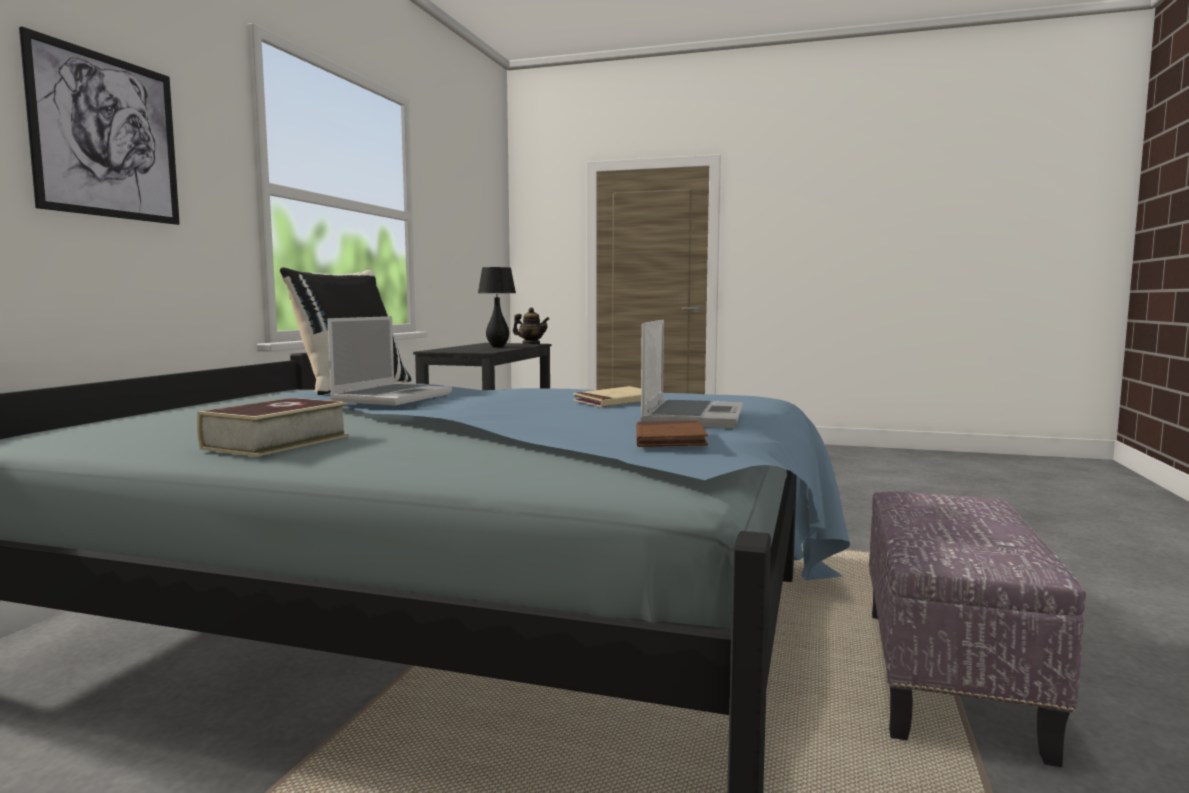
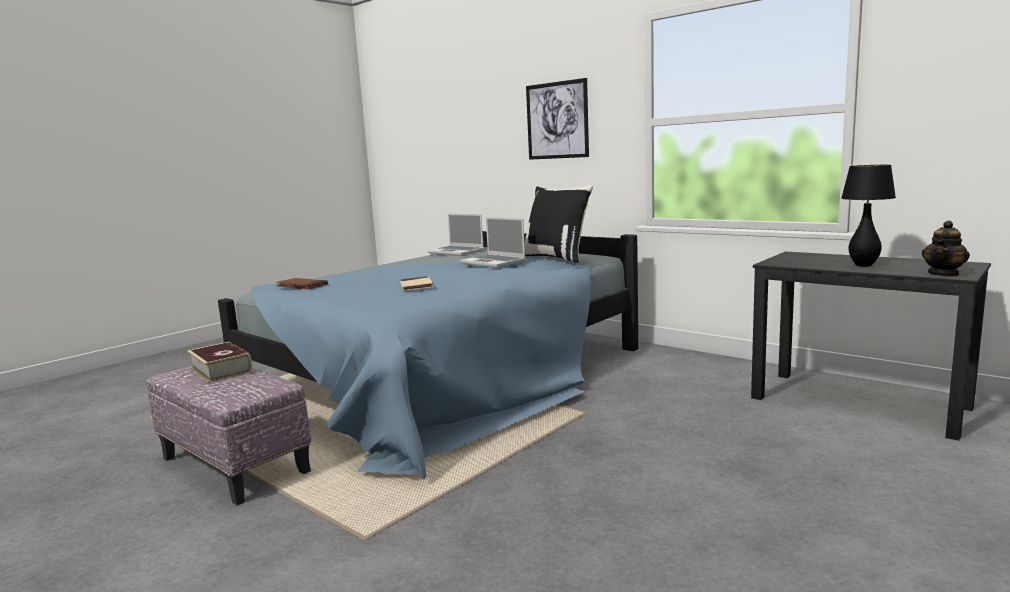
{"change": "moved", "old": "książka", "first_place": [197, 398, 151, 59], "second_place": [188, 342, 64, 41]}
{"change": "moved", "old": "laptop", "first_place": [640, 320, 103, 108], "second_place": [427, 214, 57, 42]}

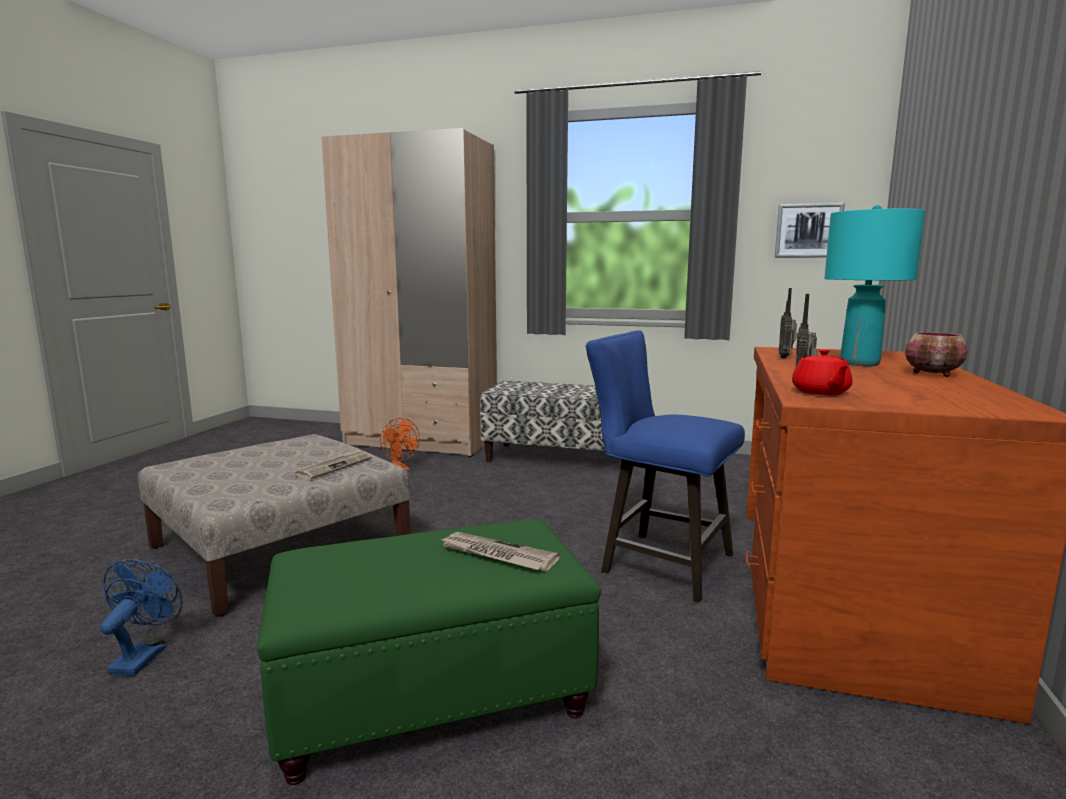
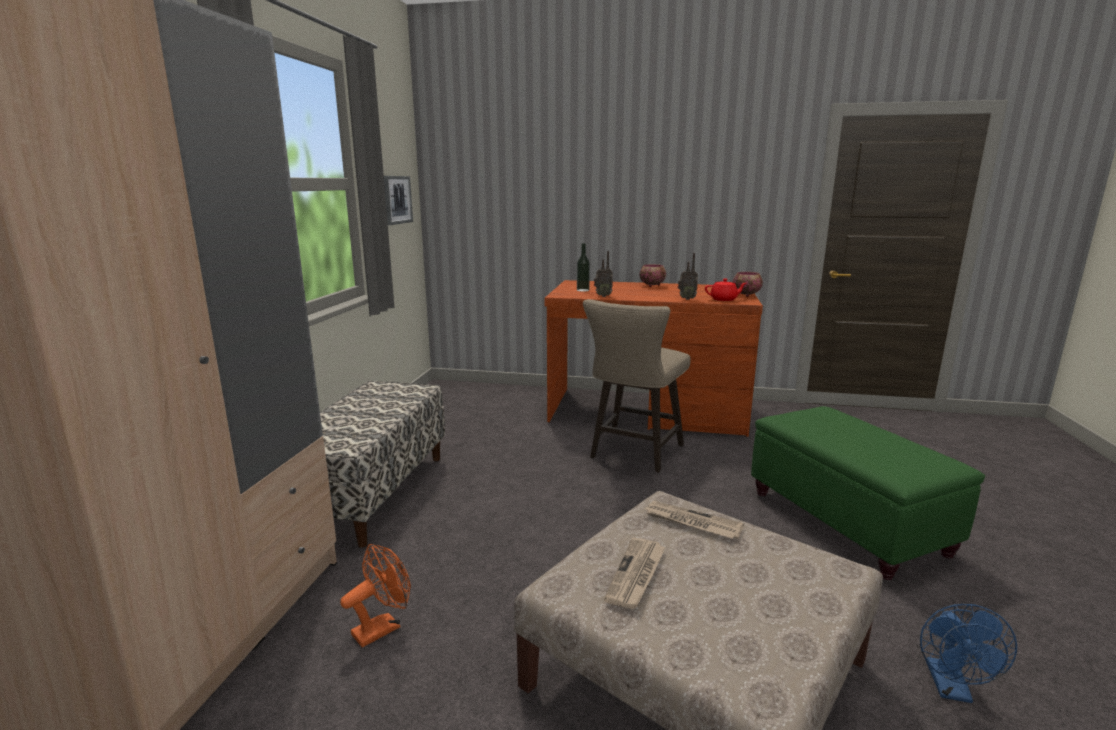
{"change": "removed", "old": "lampa stołowa [turkusowy]", "first_place": [824, 205, 101, 161]}
{"change": "added", "new": "butelka", "second_place": [577, 243, 13, 49]}
{"change": "added", "new": "miska", "second_place": [733, 272, 30, 25]}
{"change": "moved", "old": "gazeta", "first_place": [439, 532, 121, 39], "second_place": [604, 538, 62, 71]}
{"change": "recoloured", "old": "stołek [niebieski]", "new": "stołek [beżowy]", "first_place": [586, 330, 159, 272], "second_place": [583, 299, 108, 173]}
{"change": "turned", "old": "wentylator [niebieski]", "first_place": [100, 559, 83, 116], "second_place": [920, 604, 97, 99], "degrees": -75}

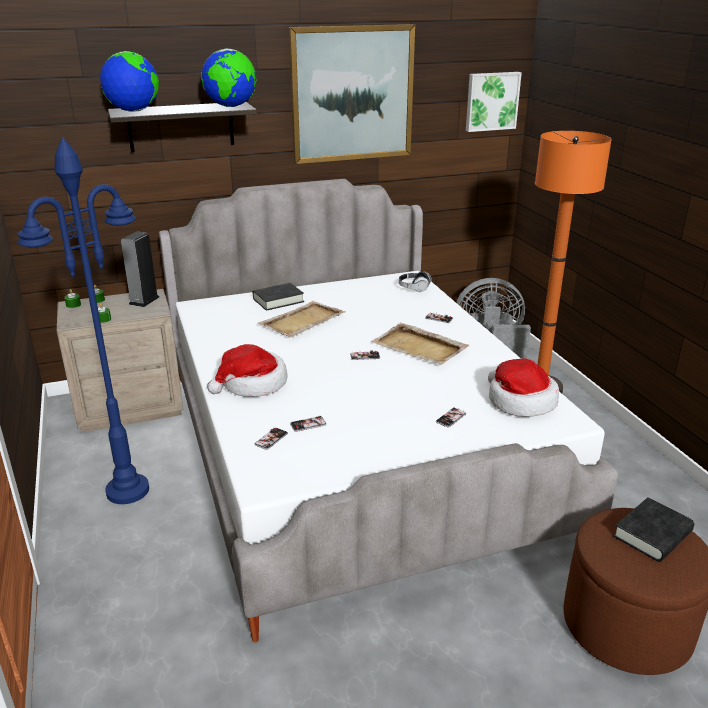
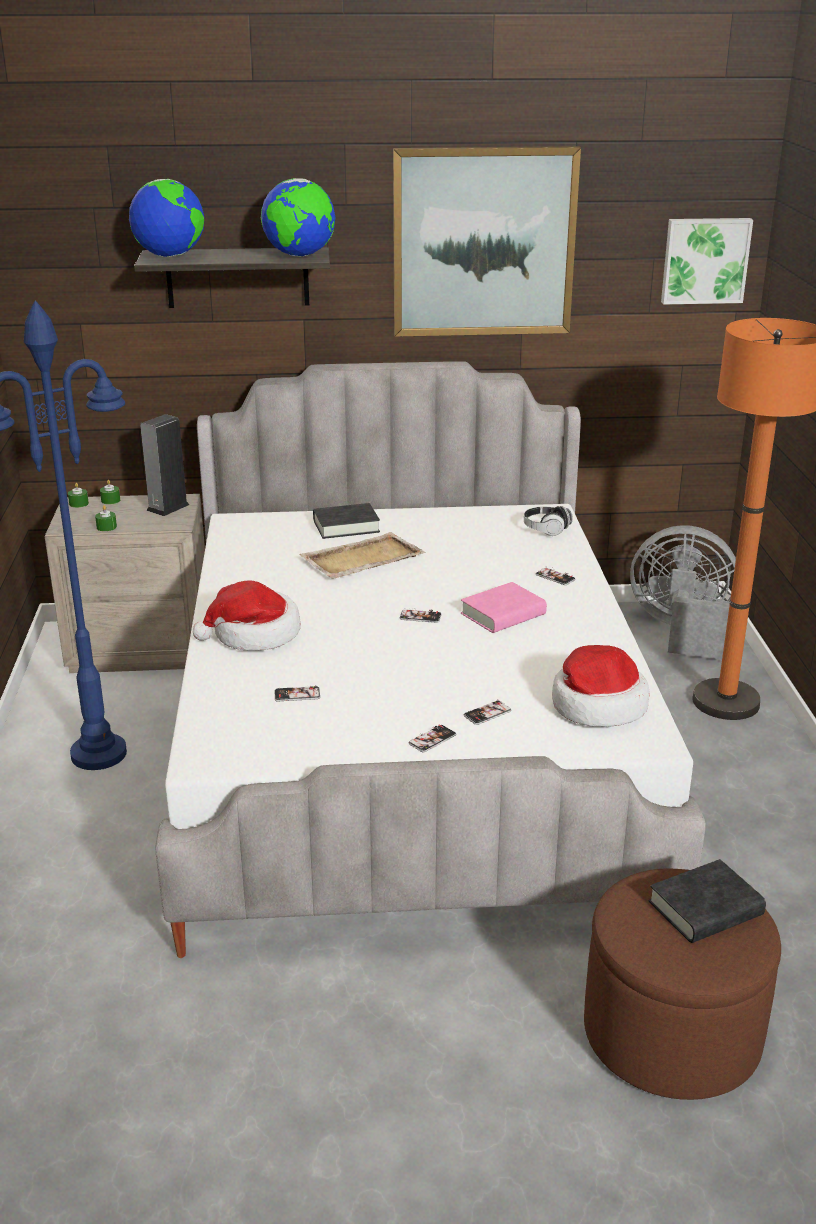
{"change": "moved", "old": "telefon", "first_place": [255, 428, 33, 22], "second_place": [409, 725, 47, 27]}
{"change": "replaced", "old": "taca [beżowy]", "new": "książka [różowy]", "first_place": [371, 323, 98, 42], "second_place": [461, 582, 86, 51]}

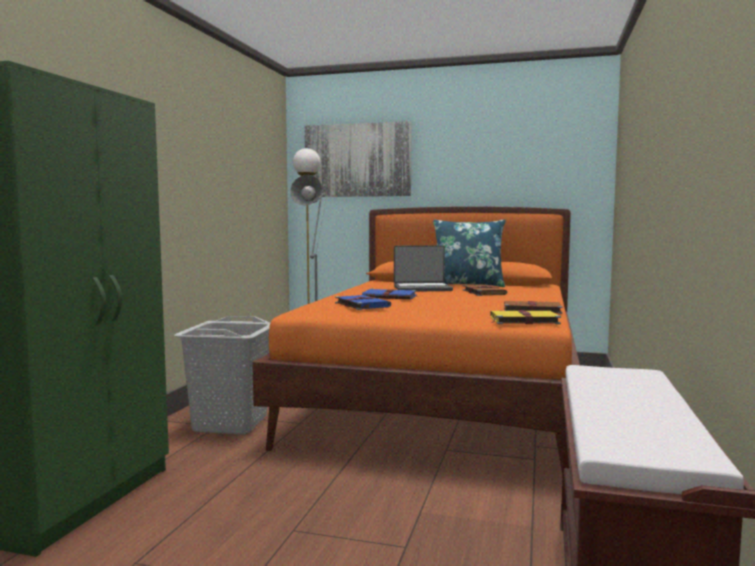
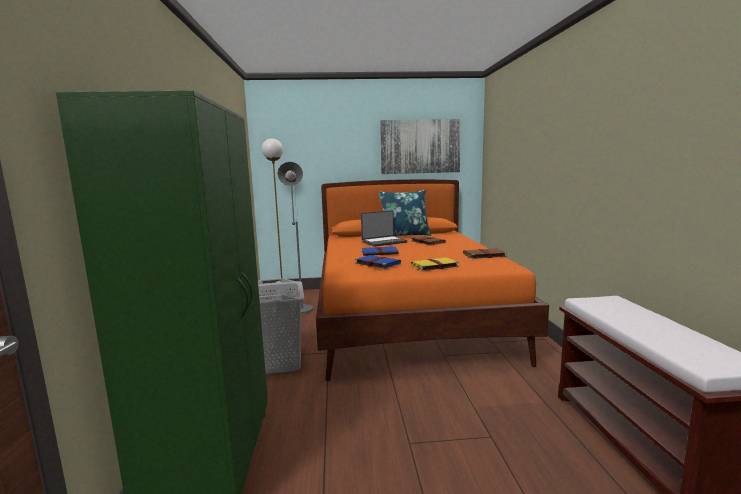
{"change": "moved", "old": "obraz", "first_place": [304, 121, 108, 76], "second_place": [380, 119, 81, 55]}
{"change": "moved", "old": "książka [żółty]", "first_place": [490, 310, 71, 14], "second_place": [411, 257, 48, 14]}

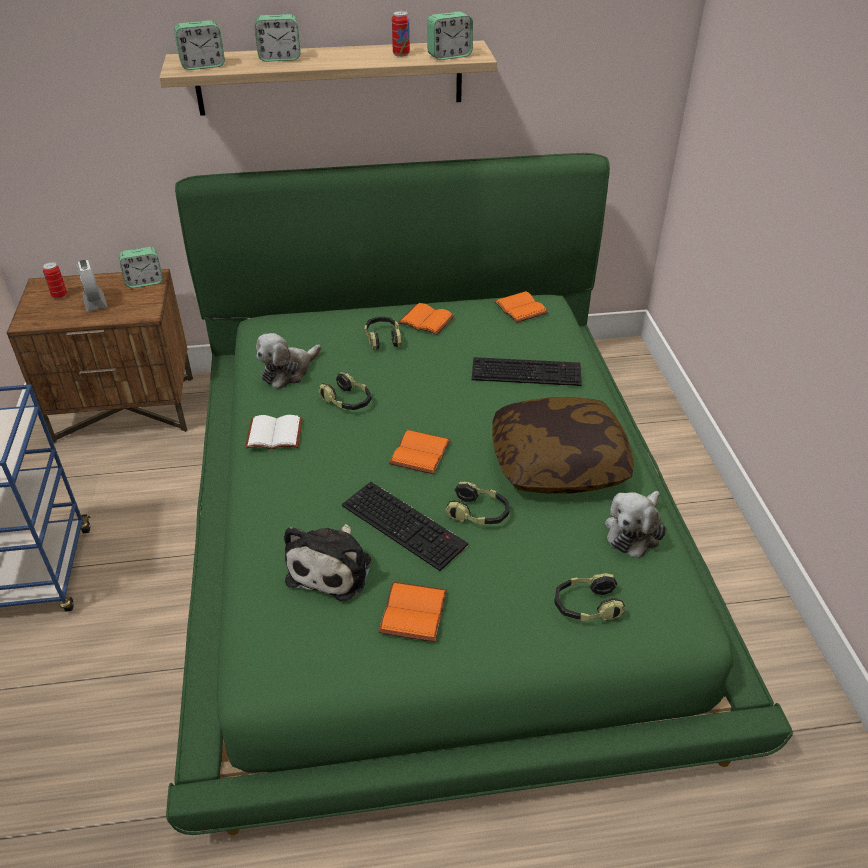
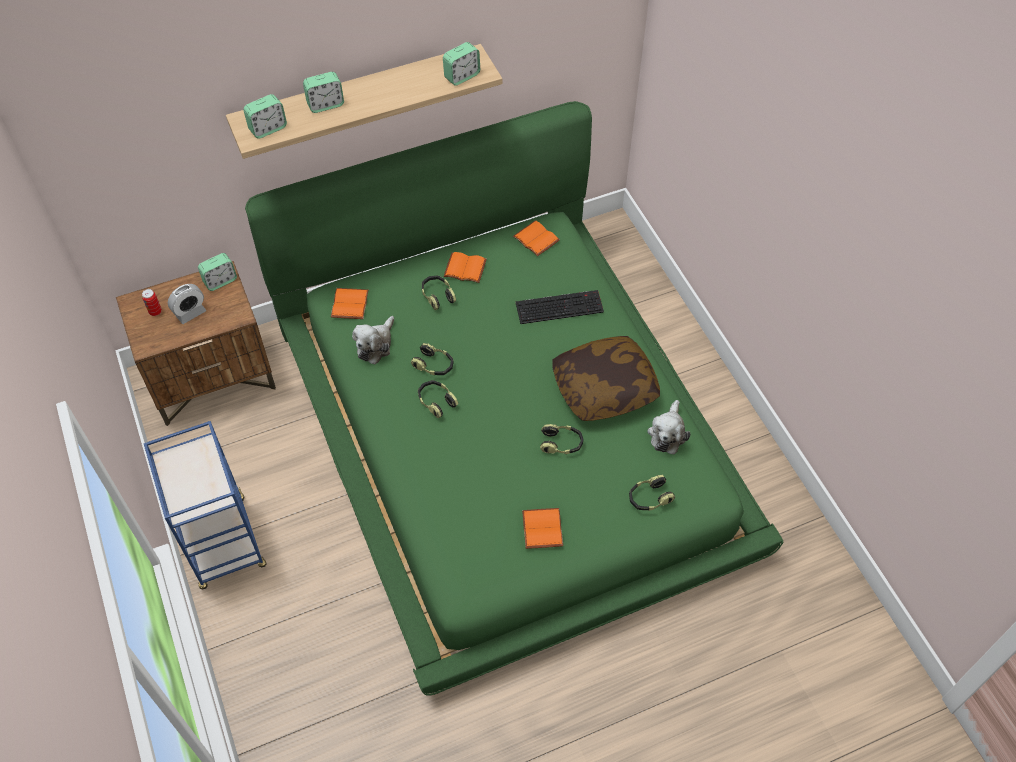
{"change": "removed", "old": "książka [biały]", "first_place": [245, 415, 58, 34]}
{"change": "removed", "old": "pluszak", "first_place": [284, 524, 87, 77]}
{"change": "removed", "old": "klawiatura", "first_place": [342, 482, 126, 89]}
{"change": "removed", "old": "puszka", "first_place": [392, 11, 18, 46]}
{"change": "added", "new": "słuchawki", "second_place": [418, 380, 40, 38]}
{"change": "moved", "old": "książka [pomarańczowy]", "first_place": [389, 430, 62, 44], "second_place": [331, 288, 38, 31]}
{"change": "turned", "old": "budzik", "first_place": [77, 260, 31, 51], "second_place": [168, 284, 38, 40], "degrees": -90}

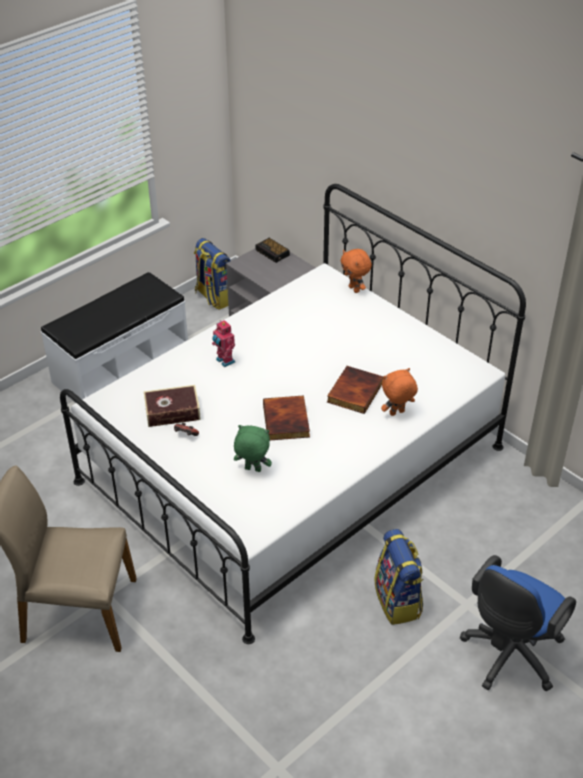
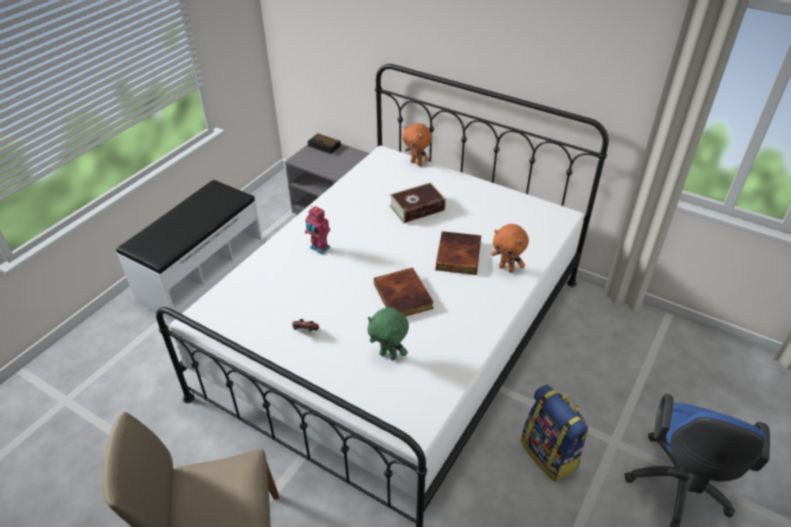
{"change": "removed", "old": "plecak", "first_place": [194, 238, 37, 72]}
{"change": "moved", "old": "książka", "first_place": [144, 385, 57, 42], "second_place": [389, 182, 57, 41]}
{"change": "turned", "old": "pluszak [zielony]", "first_place": [234, 425, 38, 47], "second_place": [367, 307, 42, 53], "degrees": -150}
{"change": "turned", "old": "pluszak [pomarańczowy]", "first_place": [381, 368, 37, 48], "second_place": [491, 224, 38, 48], "degrees": -105}

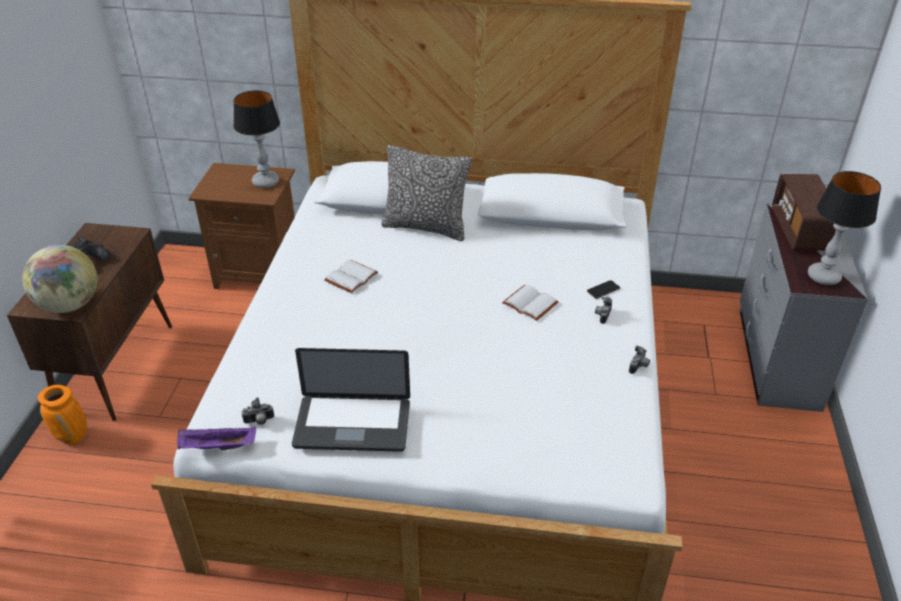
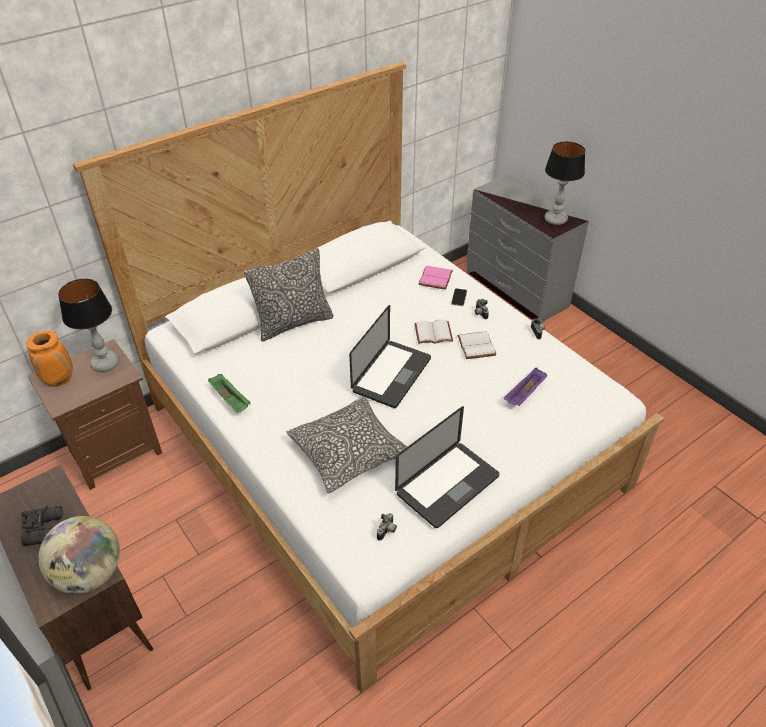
{"change": "removed", "old": "radio", "first_place": [772, 174, 64, 77]}
{"change": "added", "new": "taca [zielony]", "second_place": [208, 374, 42, 39]}
{"change": "added", "new": "poduszka", "second_place": [287, 396, 120, 97]}
{"change": "added", "new": "laptop", "second_place": [349, 305, 82, 103]}
{"change": "added", "new": "książka [różowy]", "second_place": [418, 266, 35, 24]}
{"change": "moved", "old": "wazon [pomarańczowy]", "first_place": [38, 385, 49, 59], "second_place": [26, 331, 47, 56]}
{"change": "moved", "old": "taca [fioletowy]", "first_place": [177, 427, 79, 23], "second_place": [504, 367, 43, 39]}
{"change": "moved", "old": "książka [biały]", "first_place": [324, 260, 54, 33], "second_place": [457, 331, 39, 28]}

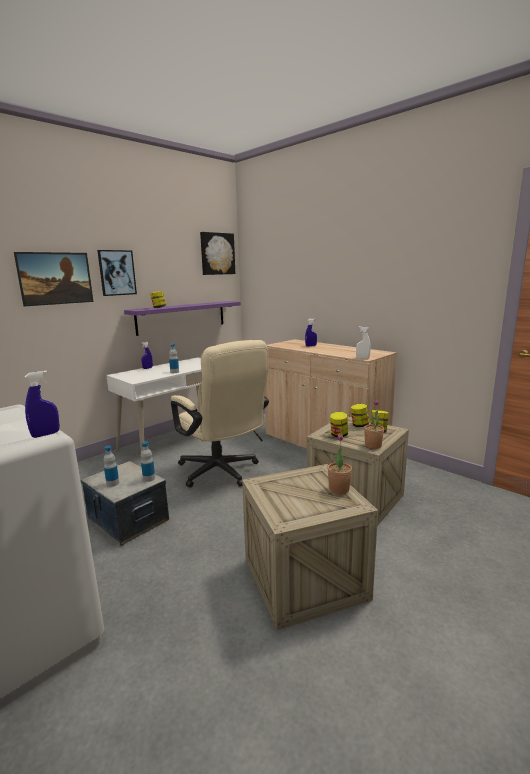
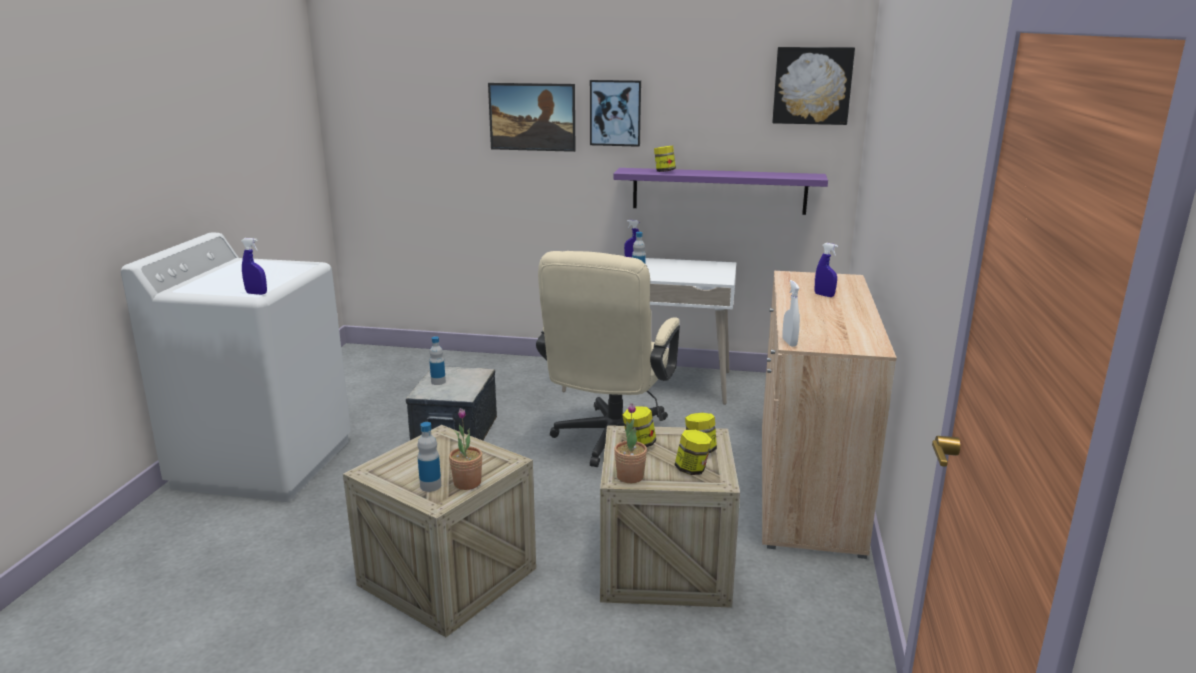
{"change": "moved", "old": "butelka", "first_place": [141, 441, 14, 41], "second_place": [418, 422, 23, 70]}

